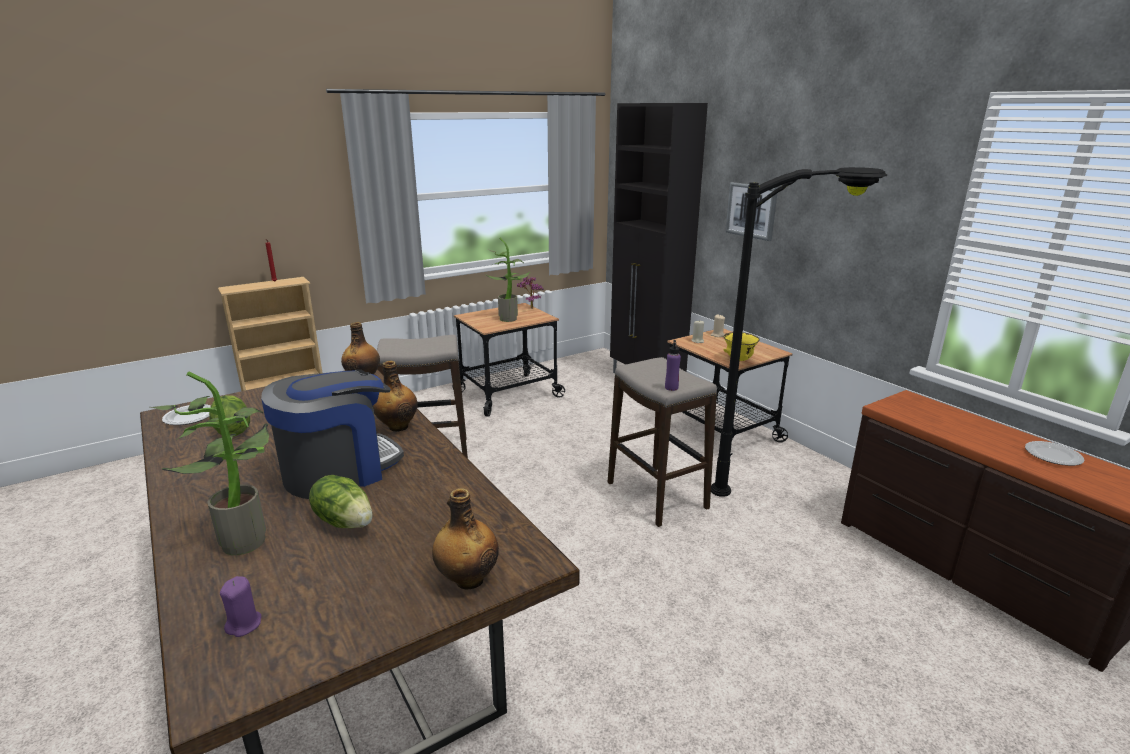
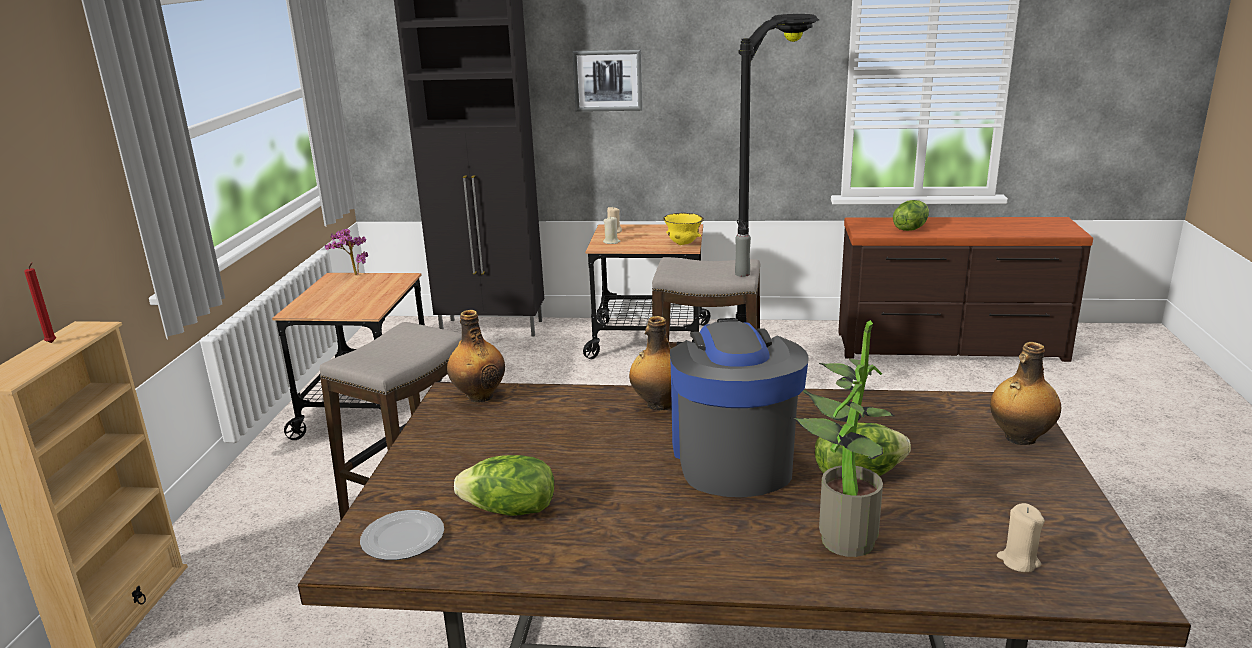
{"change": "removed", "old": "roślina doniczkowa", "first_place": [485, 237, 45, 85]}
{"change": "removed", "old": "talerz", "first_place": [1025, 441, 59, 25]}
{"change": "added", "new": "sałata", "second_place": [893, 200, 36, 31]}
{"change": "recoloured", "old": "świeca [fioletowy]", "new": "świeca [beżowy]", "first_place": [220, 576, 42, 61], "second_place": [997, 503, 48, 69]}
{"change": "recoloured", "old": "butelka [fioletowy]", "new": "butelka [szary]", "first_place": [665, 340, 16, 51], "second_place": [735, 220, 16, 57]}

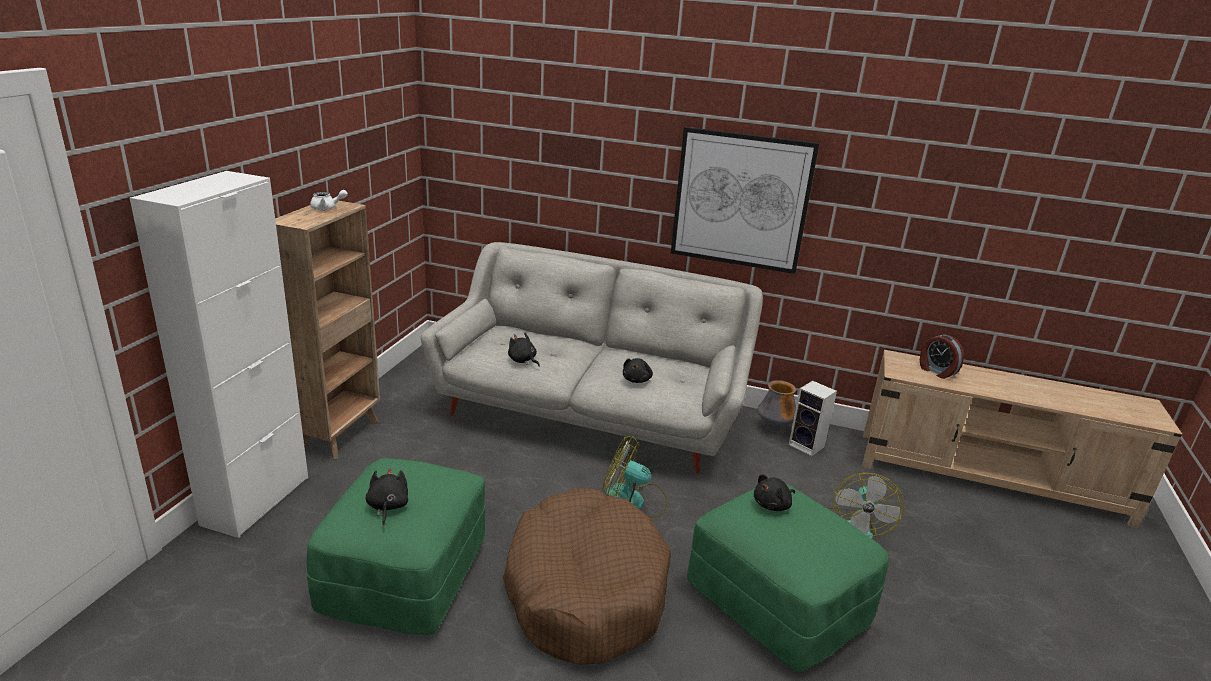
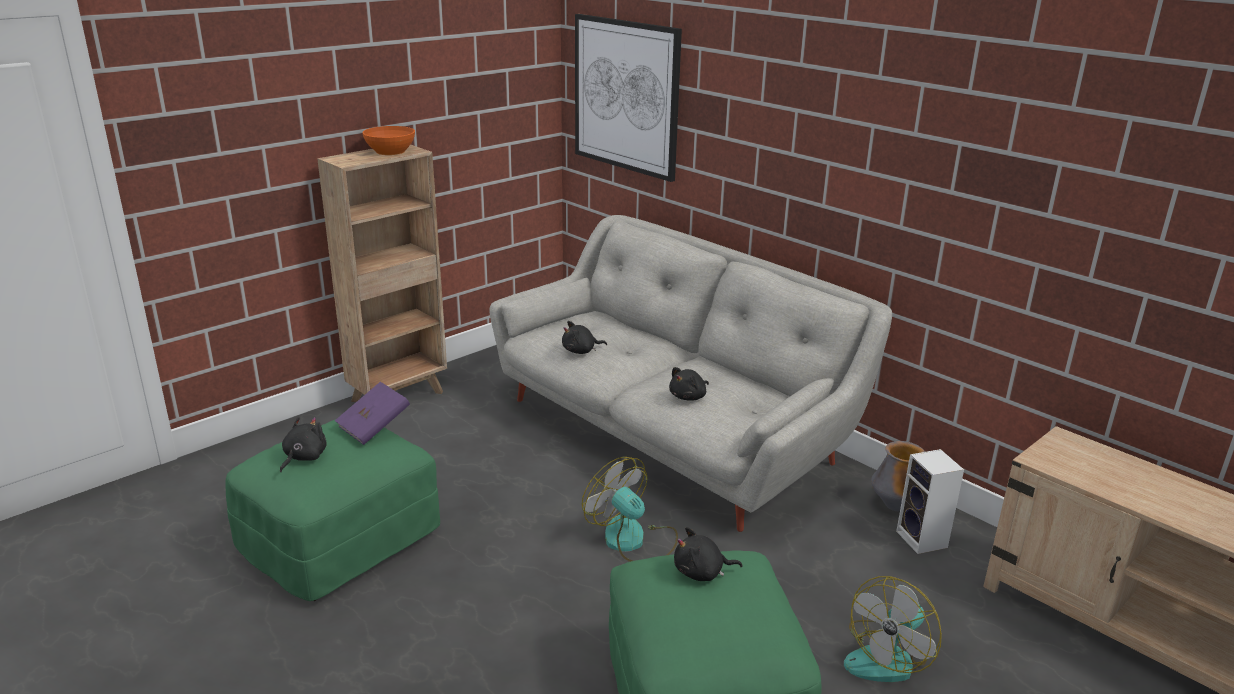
{"change": "removed", "old": "szafka [biały]", "first_place": [130, 171, 178, 367]}
{"change": "removed", "old": "legowisko [brązowy]", "first_place": [503, 488, 168, 177]}
{"change": "removed", "old": "budzik", "first_place": [920, 334, 44, 45]}
{"change": "added", "new": "książka [fioletowy]", "second_place": [335, 382, 75, 63]}
{"change": "moved", "old": "obraz", "first_place": [671, 127, 148, 147], "second_place": [575, 14, 107, 168]}
{"change": "replaced", "old": "imbryk [biały]", "new": "miska [pomarańczowy]", "first_place": [310, 190, 38, 20], "second_place": [362, 126, 53, 29]}
{"change": "turned", "old": "pluszak [czarny]", "first_place": [508, 333, 32, 34], "second_place": [562, 321, 45, 33], "degrees": -90}

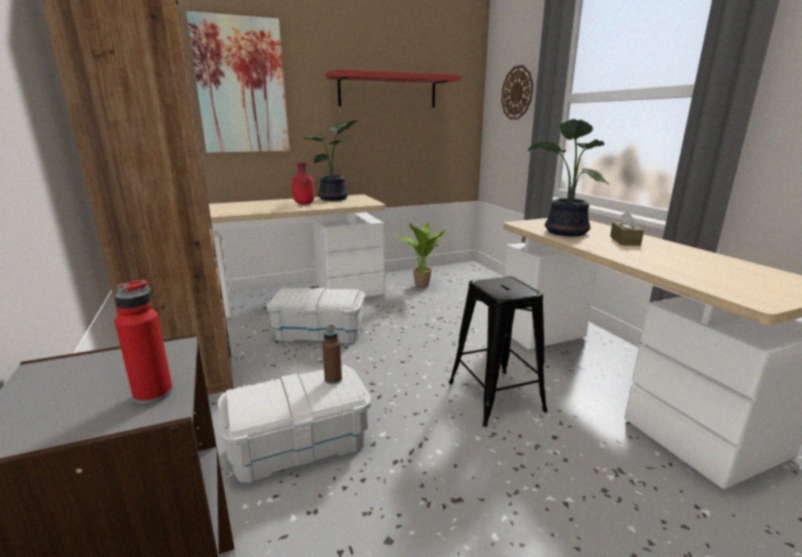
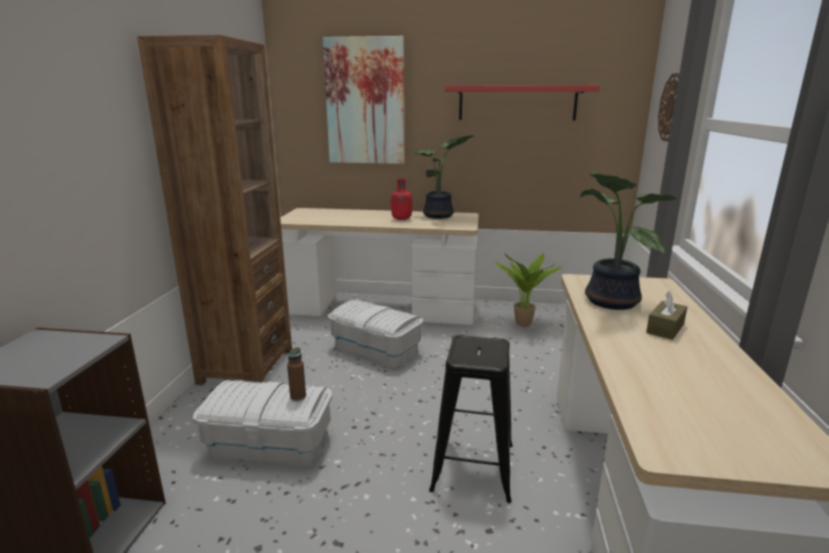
{"change": "removed", "old": "butelka [czerwony]", "first_place": [115, 280, 58, 124]}

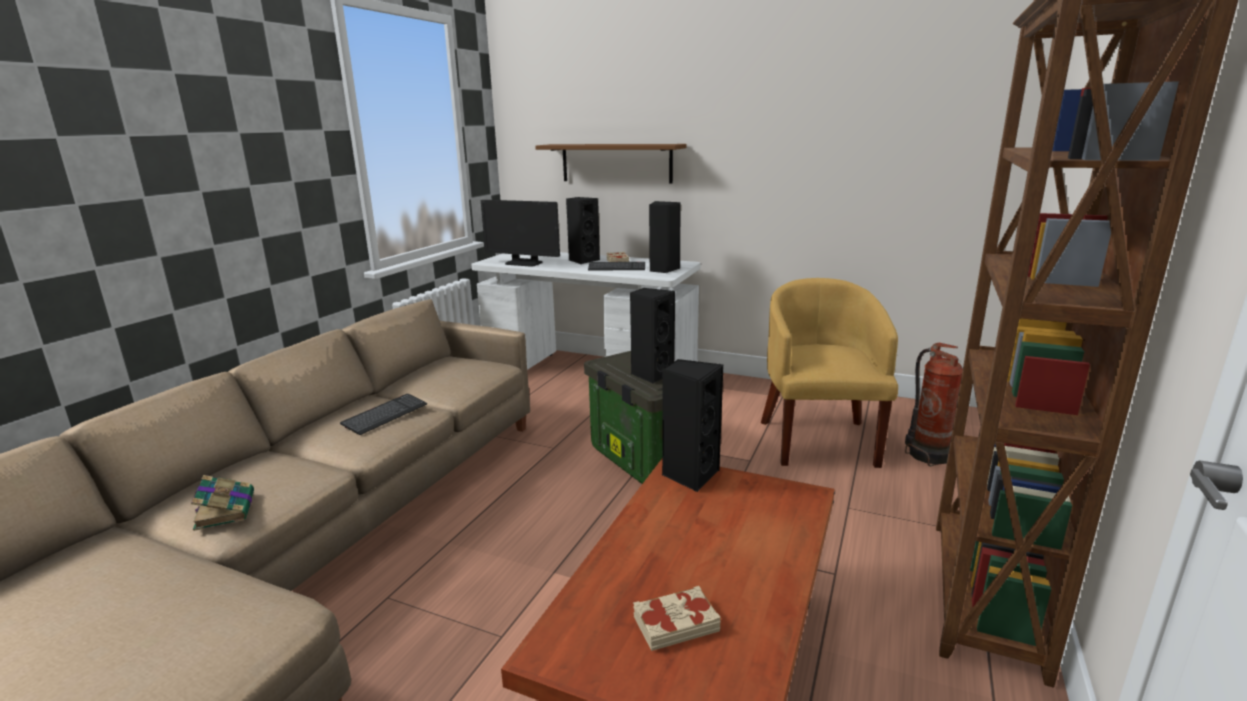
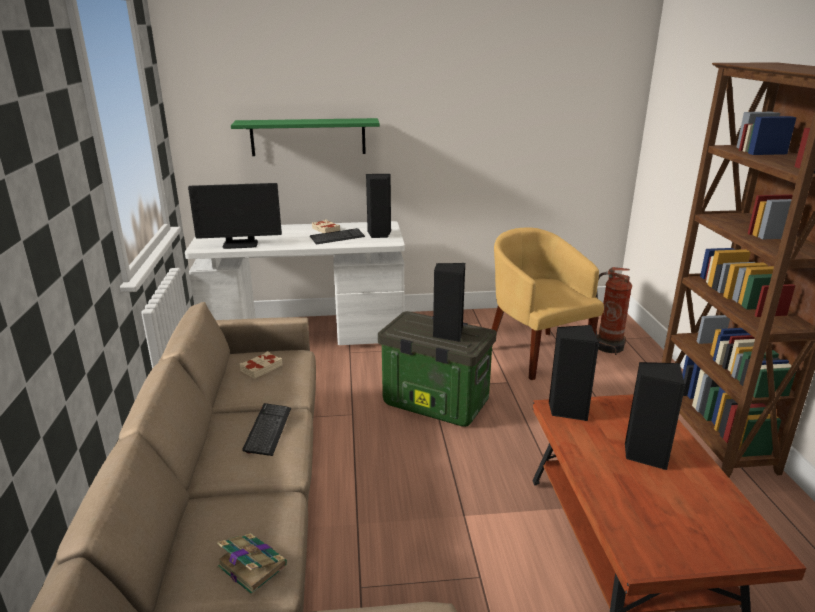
{"change": "moved", "old": "głośnik [czarny]", "first_place": [566, 197, 34, 67], "second_place": [625, 362, 61, 108]}
{"change": "moved", "old": "książka [beżowy]", "first_place": [633, 586, 88, 65], "second_place": [240, 351, 42, 28]}
{"change": "recoloured", "old": "półka [brązowy]", "new": "półka [zielony]", "first_place": [535, 144, 152, 40], "second_place": [231, 118, 149, 38]}

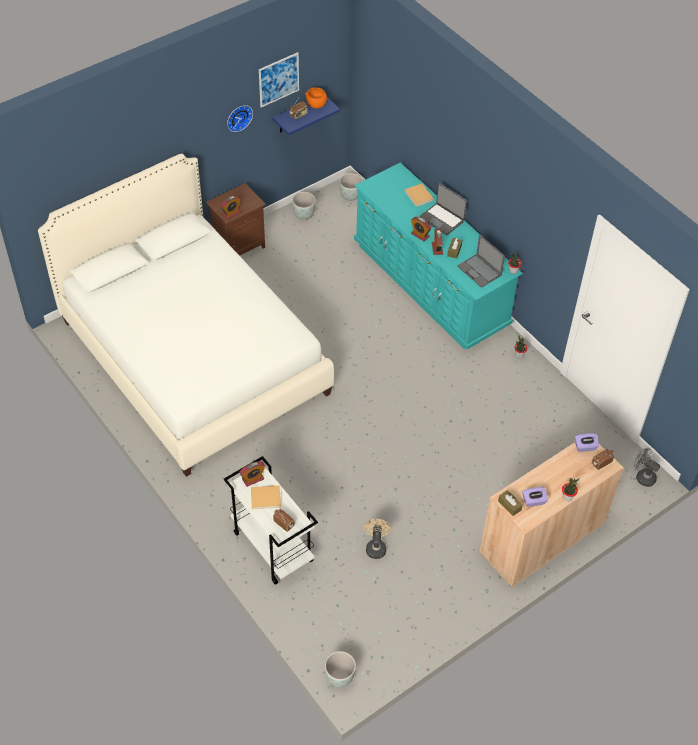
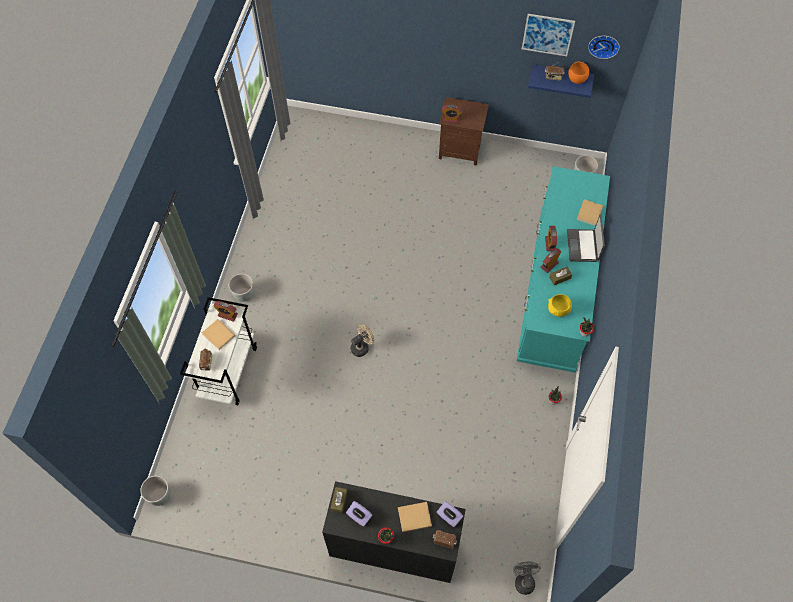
{"change": "removed", "old": "łóżko [biały]", "first_place": [38, 154, 296, 323]}
{"change": "added", "new": "książka [beżowy]", "second_place": [398, 502, 34, 30]}
{"change": "moved", "old": "zegar ścienny", "first_place": [227, 105, 26, 27], "second_place": [588, 36, 32, 23]}
{"change": "moved", "old": "donica [szary]", "first_place": [292, 192, 24, 28], "second_place": [229, 274, 25, 28]}
{"change": "moved", "old": "wentylator [beżowy]", "first_place": [364, 519, 27, 40], "second_place": [350, 324, 24, 33]}
{"change": "replaced", "old": "laptop", "new": "miska [żółty]", "first_place": [457, 235, 48, 53], "second_place": [548, 294, 24, 23]}
{"change": "recoloured", "old": "szafka [beżowy]", "new": "szafka [czarny]", "first_place": [480, 442, 144, 145], "second_place": [322, 481, 144, 102]}

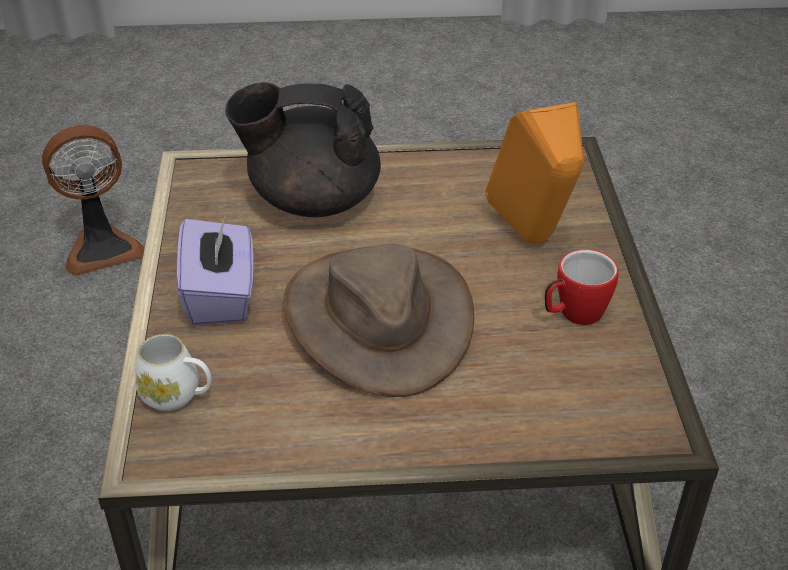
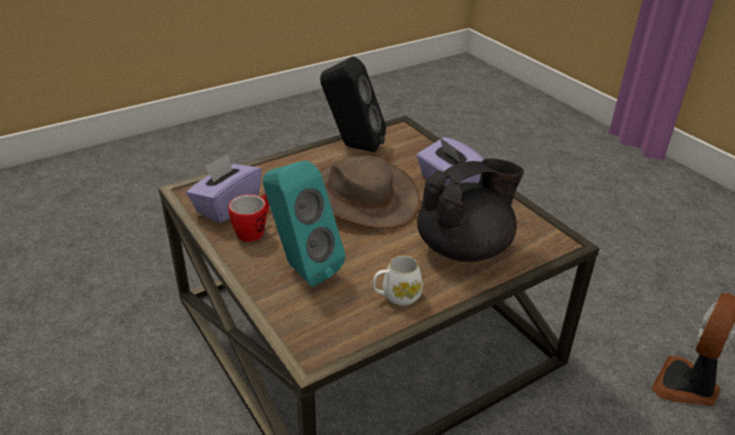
{"change": "added", "new": "pudełko chusteczek [fioletowy]", "second_place": [186, 154, 76, 69]}
{"change": "added", "new": "głośnik [czarny]", "second_place": [320, 56, 66, 96]}
{"change": "moved", "old": "kubek [biały]", "first_place": [135, 334, 77, 77], "second_place": [373, 255, 50, 51]}
{"change": "recoloured", "old": "głośnik [pomarańczowy]", "new": "głośnik [turkusowy]", "first_place": [486, 102, 98, 142], "second_place": [263, 160, 83, 127]}

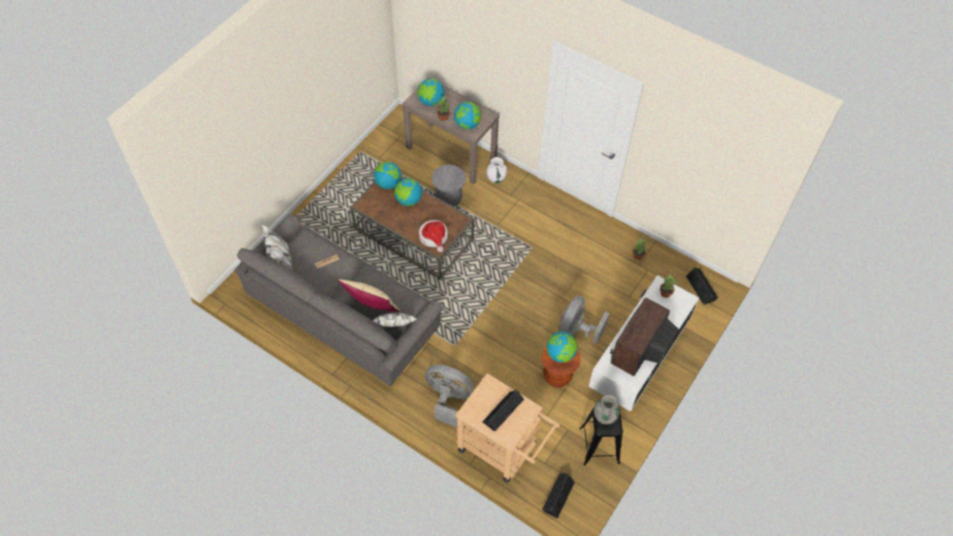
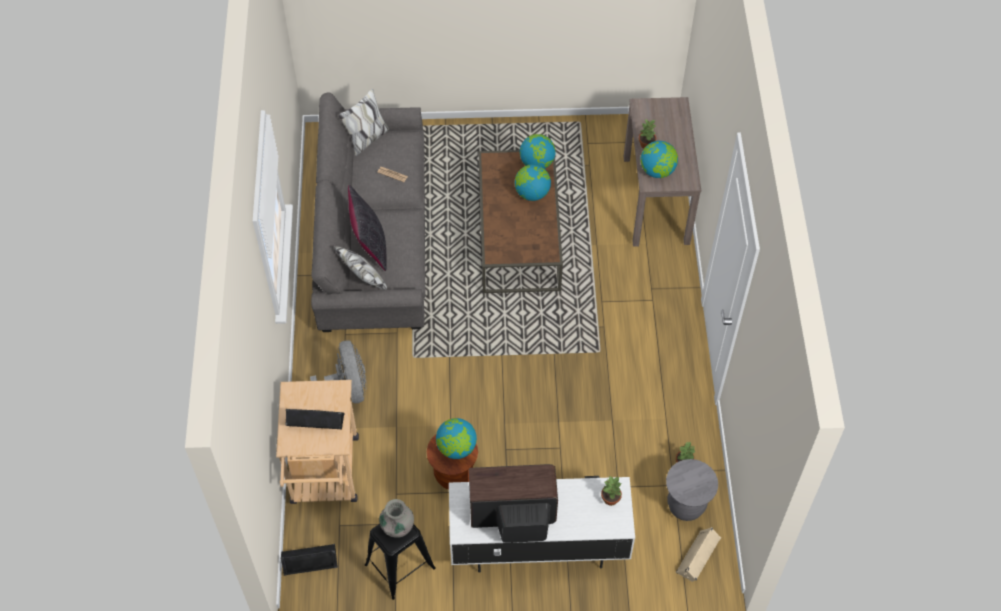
{"change": "removed", "old": "globus", "first_place": [417, 79, 27, 27]}
{"change": "removed", "old": "kapelusz", "first_place": [419, 220, 29, 32]}
{"change": "removed", "old": "wazon [biały]", "first_place": [487, 157, 20, 26]}
{"change": "removed", "old": "wentylator [szary]", "first_place": [558, 296, 51, 48]}
{"change": "moved", "old": "stołek [szary]", "first_place": [432, 165, 34, 42], "second_place": [666, 459, 52, 62]}
{"change": "recoloured", "old": "poduszka [beżowy]", "new": "poduszka [czarny]", "first_place": [338, 279, 62, 33], "second_place": [348, 185, 39, 86]}
{"change": "recoloured", "old": "głośnik [czarny]", "new": "głośnik [beżowy]", "first_place": [686, 267, 32, 38], "second_place": [676, 527, 45, 55]}

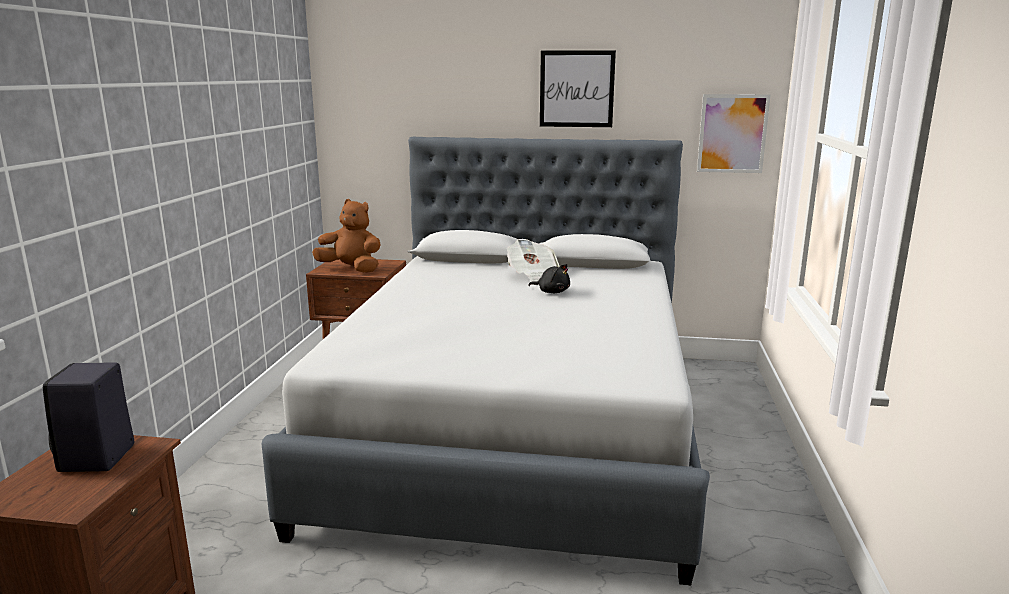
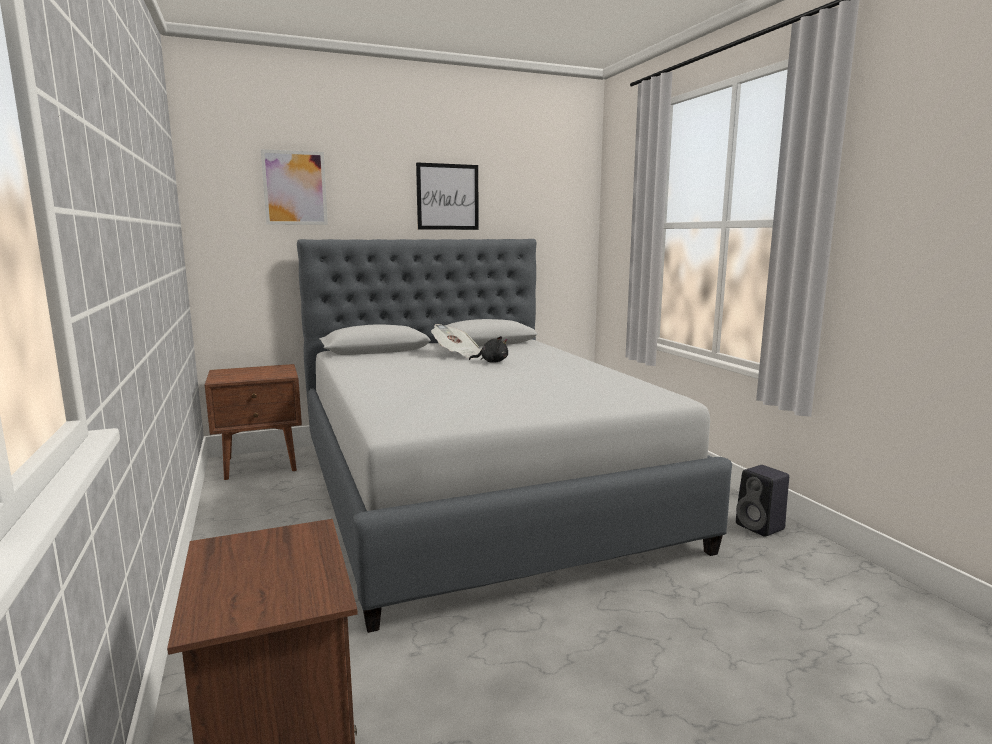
{"change": "removed", "old": "pluszak [brązowy]", "first_place": [312, 199, 68, 74]}
{"change": "moved", "old": "głośnik [czarny]", "first_place": [43, 362, 91, 110], "second_place": [736, 465, 53, 72]}
{"change": "moved", "old": "obraz", "first_place": [697, 94, 74, 79], "second_place": [261, 149, 67, 76]}

